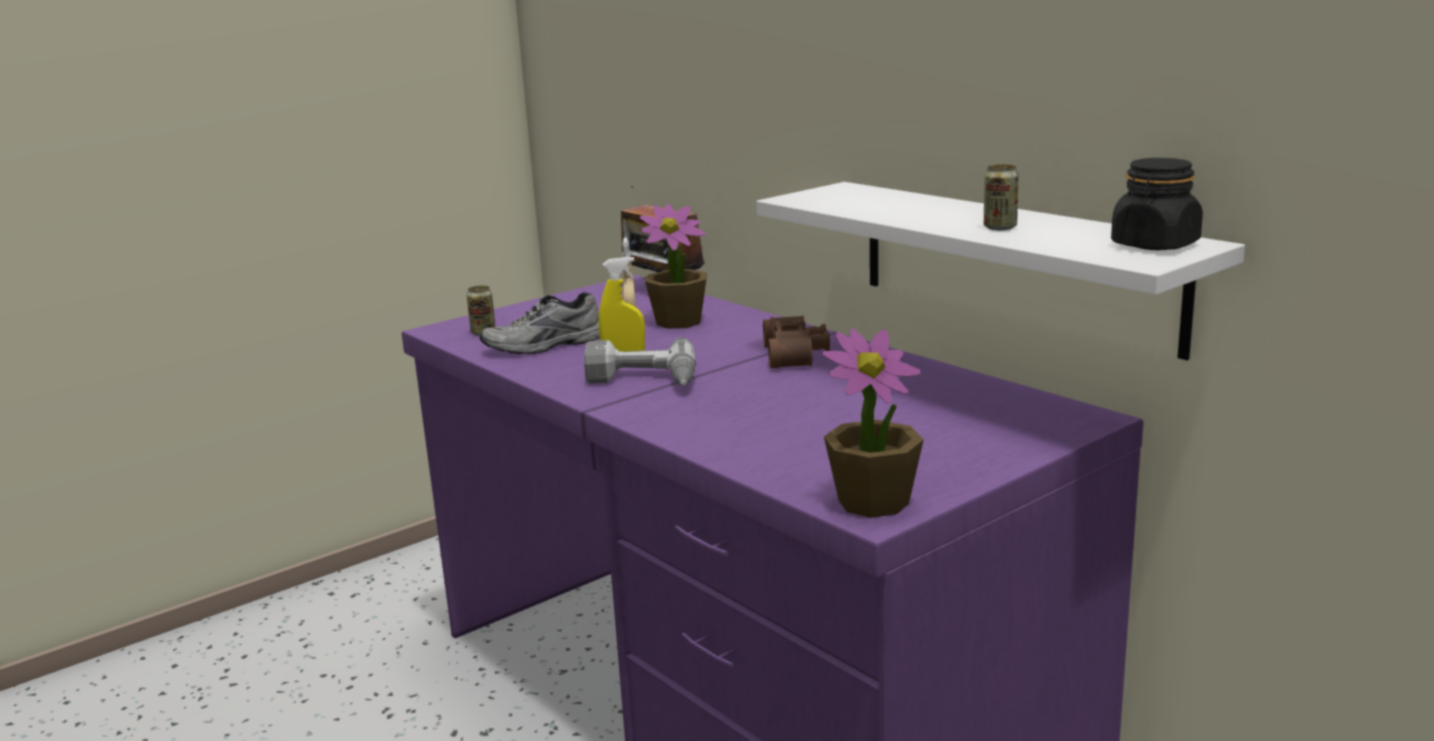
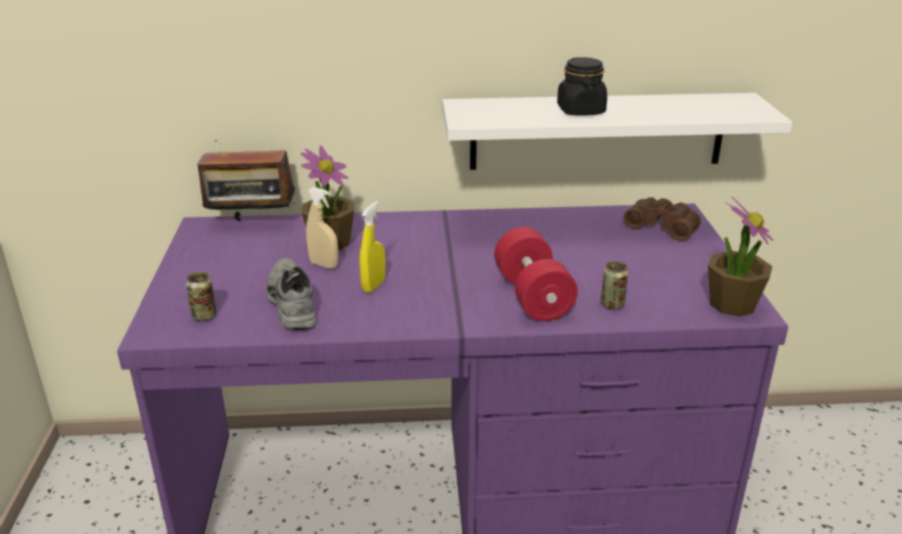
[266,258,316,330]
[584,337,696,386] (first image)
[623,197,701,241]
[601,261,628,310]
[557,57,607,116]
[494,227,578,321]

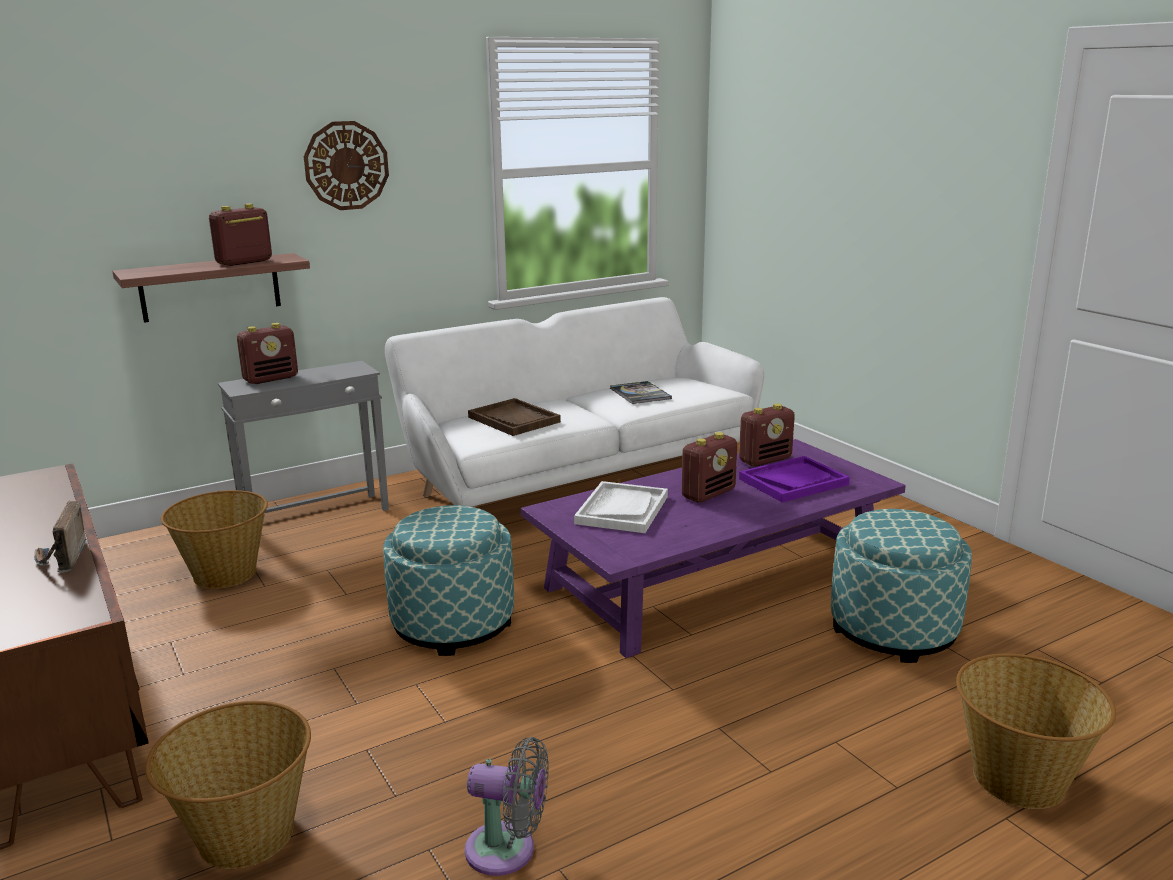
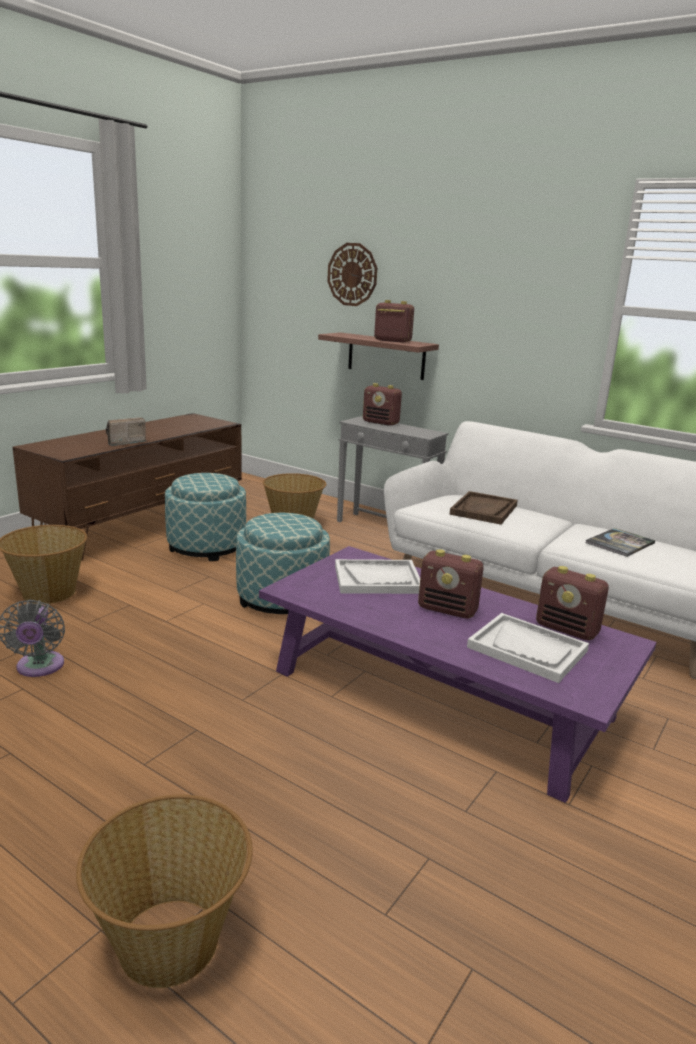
[327,243,377,306]
[467,613,589,683]
[165,473,246,561]

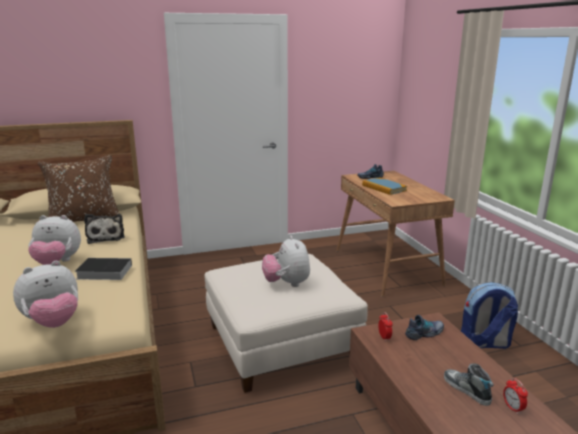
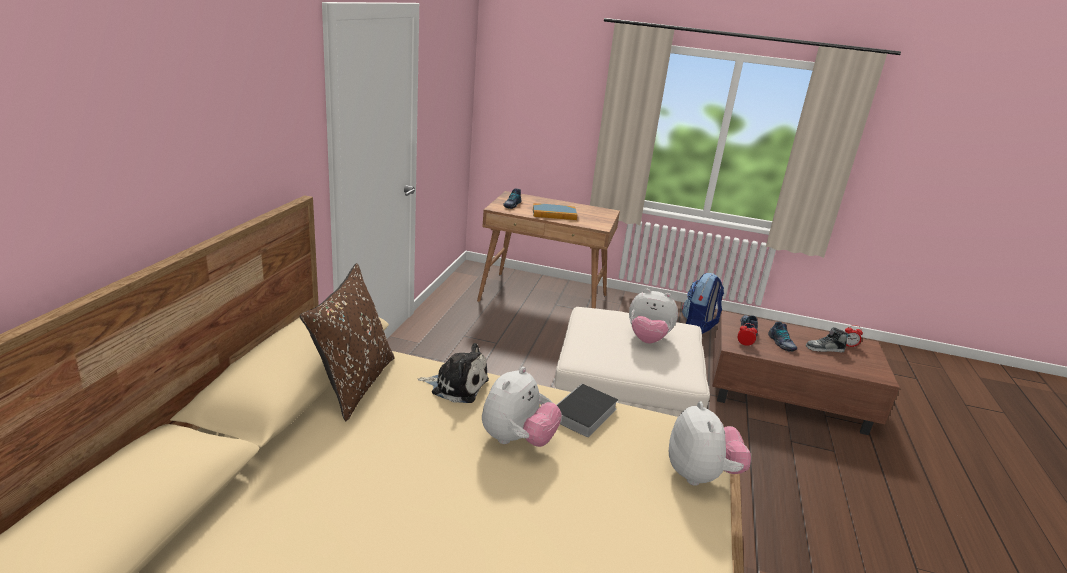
[768,322,797,352]

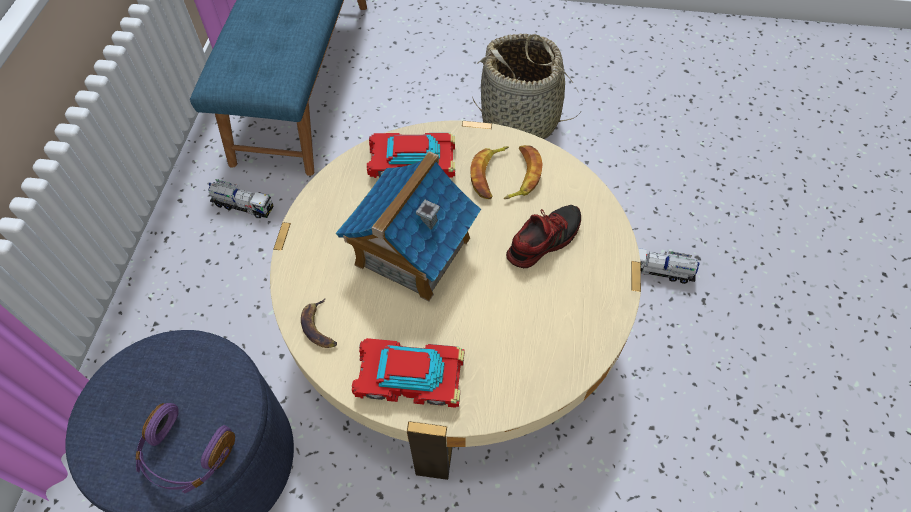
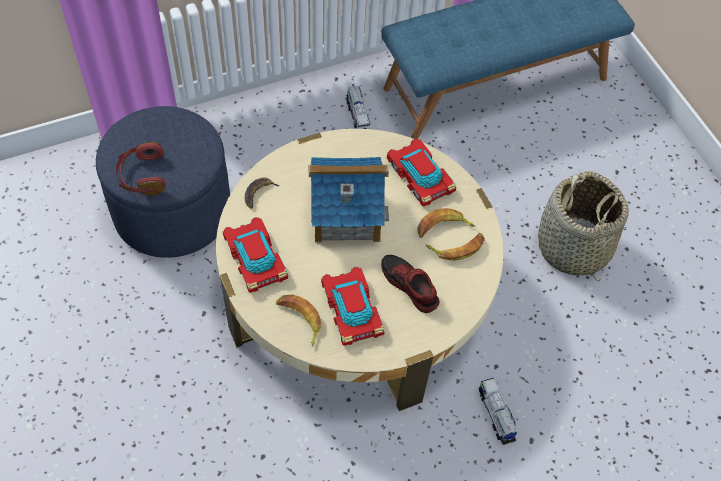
[116,142,166,195]
[381,255,439,313]
[276,295,321,347]
[321,267,384,346]

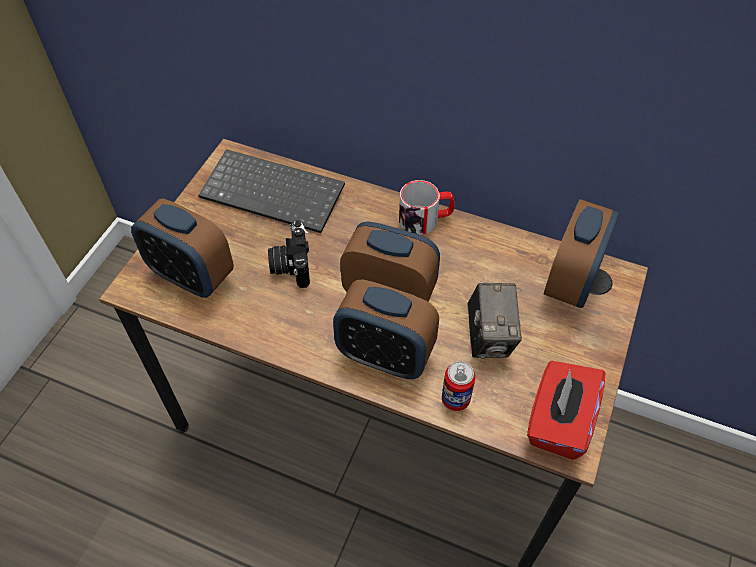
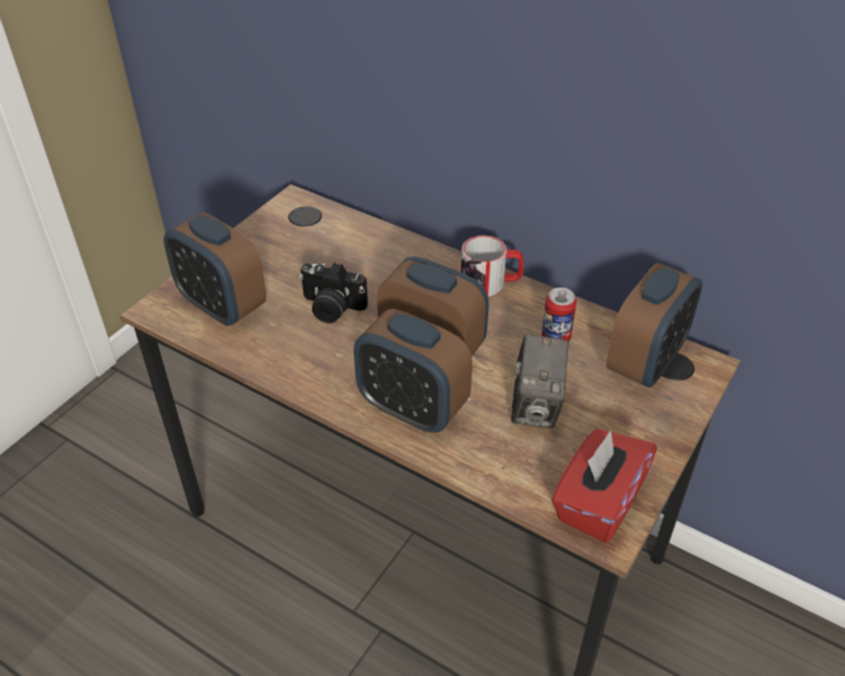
[198,149,345,233] (first image)
[299,263,368,323]
[541,287,577,342]

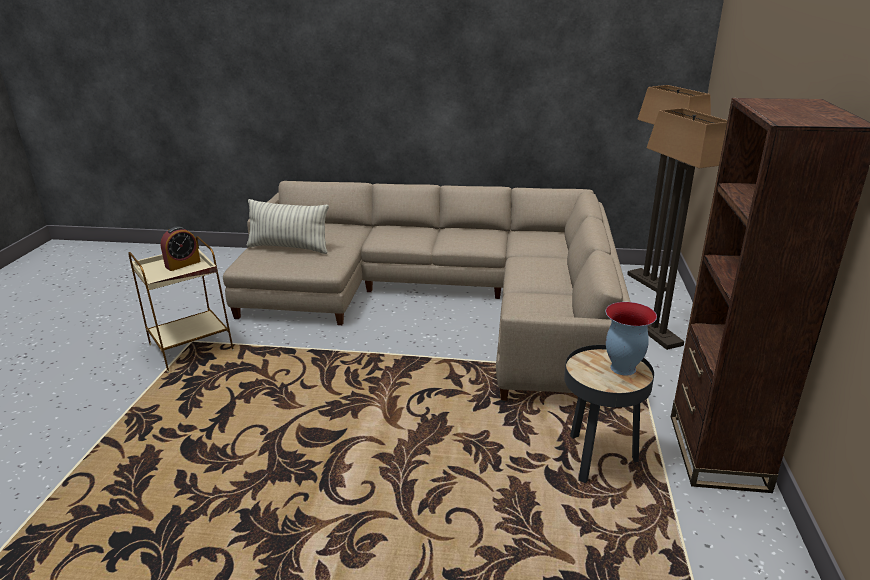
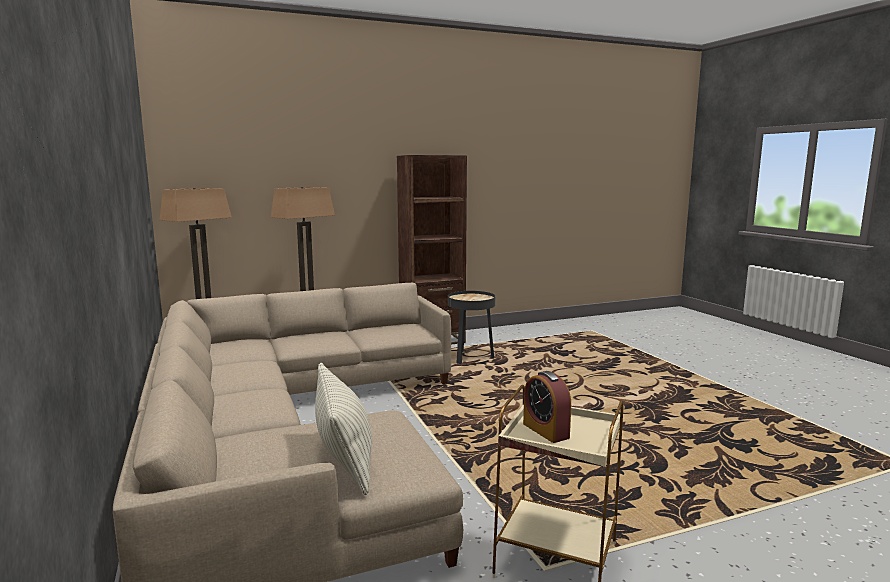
[523,371,571,443]
[606,302,657,376] (first image)

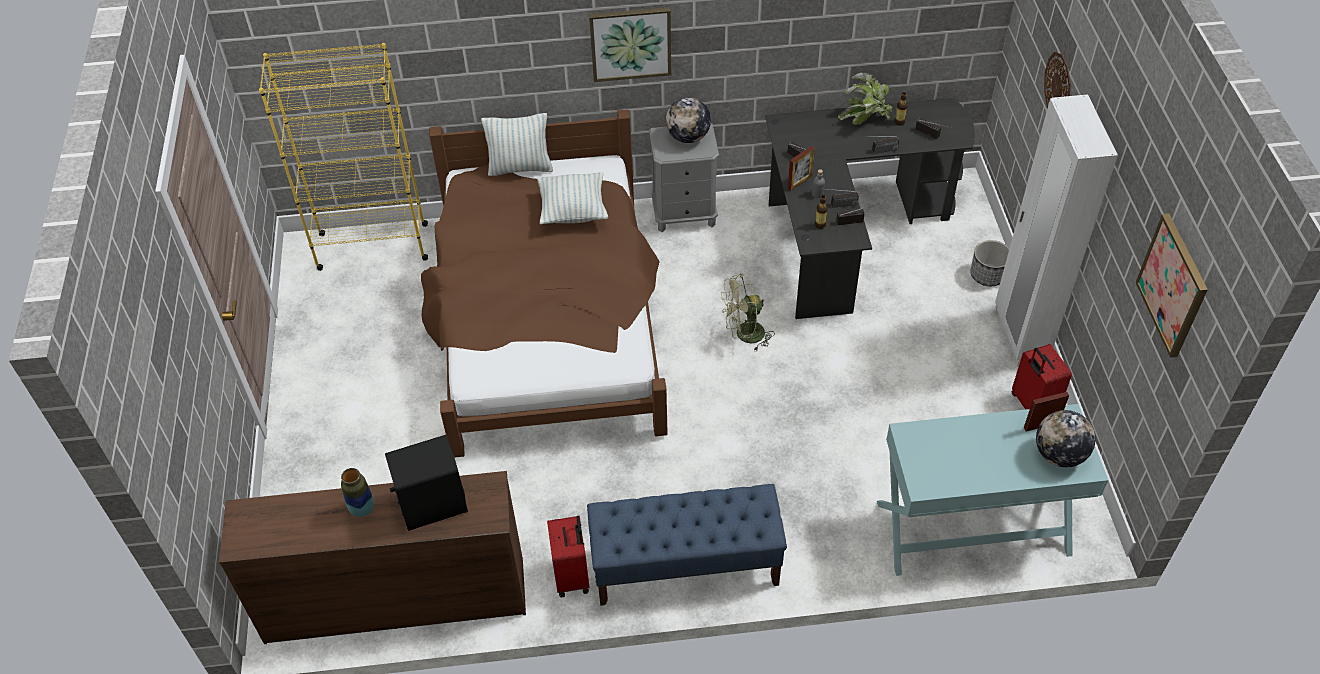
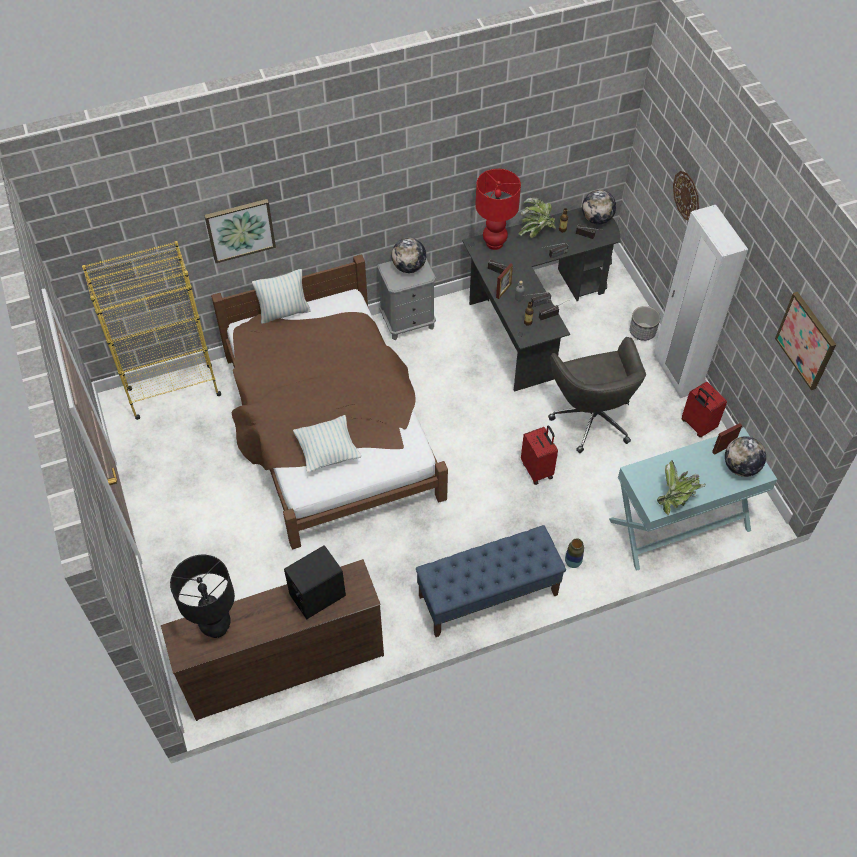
[565,538,584,568]
[293,415,361,473]
[521,426,558,485]
[204,199,276,263]
[721,274,775,351] (first image)
[170,555,235,638]
[475,169,521,250]
[548,337,646,453]
[582,190,616,225]
[657,461,706,515]

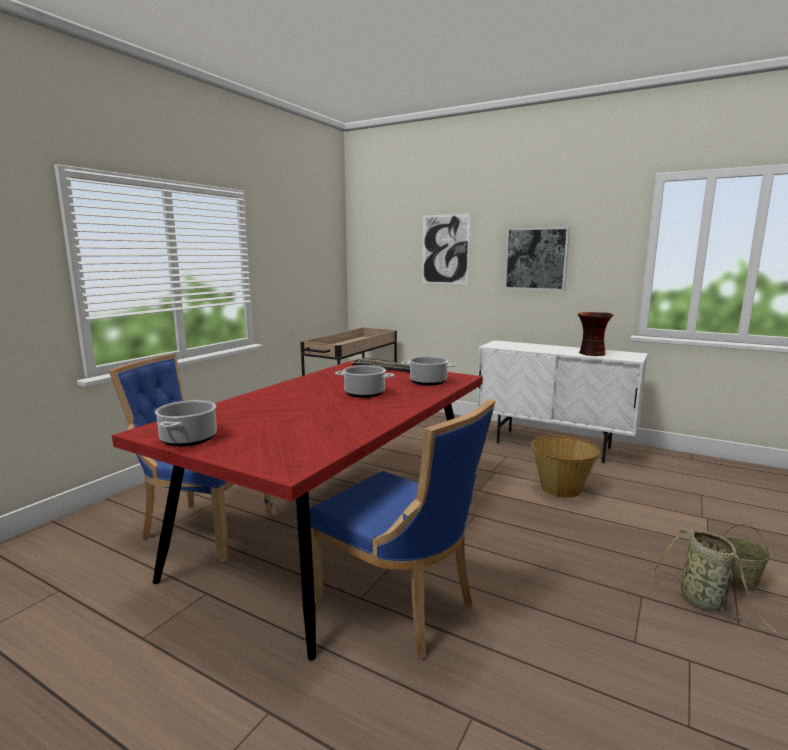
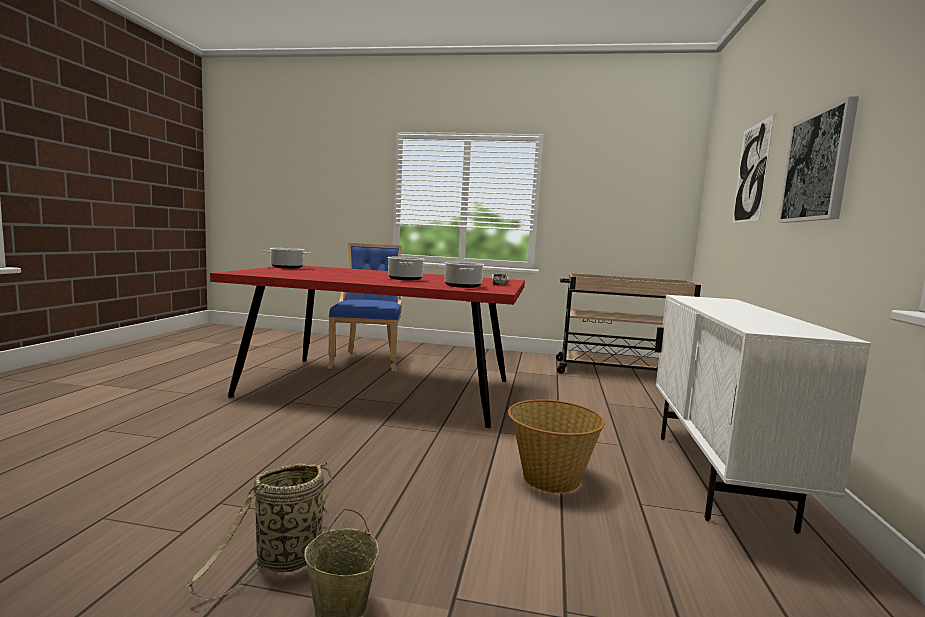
[310,399,495,659] (first image)
[578,312,613,356] (first image)

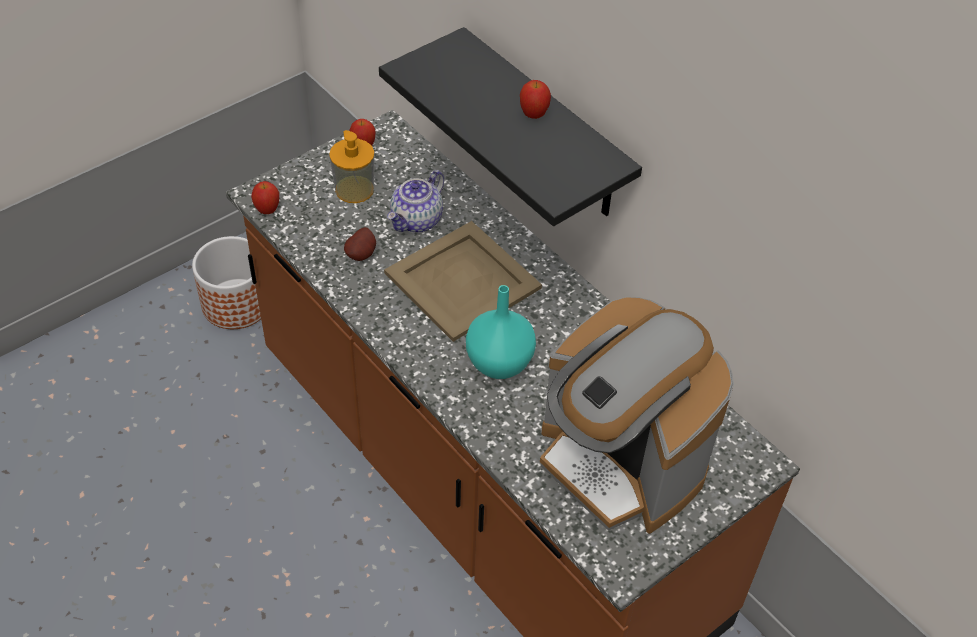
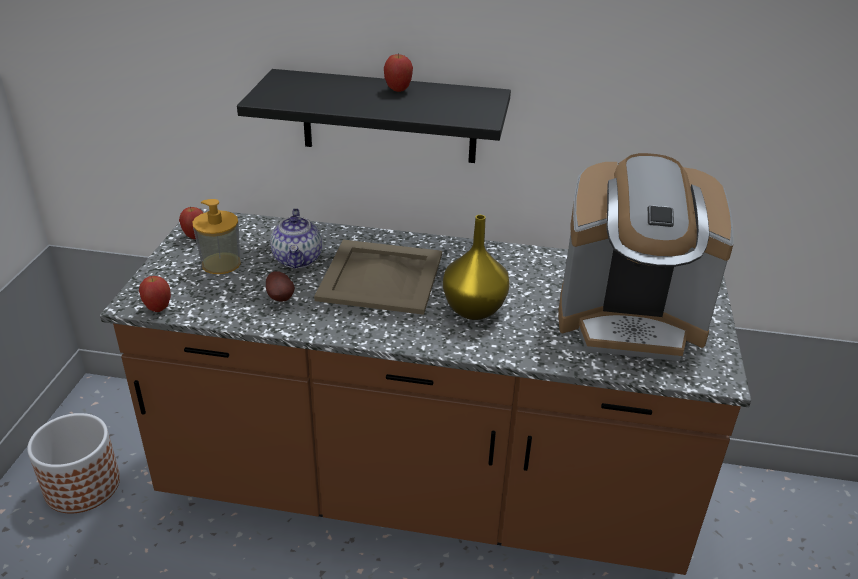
[443,215,509,320]

